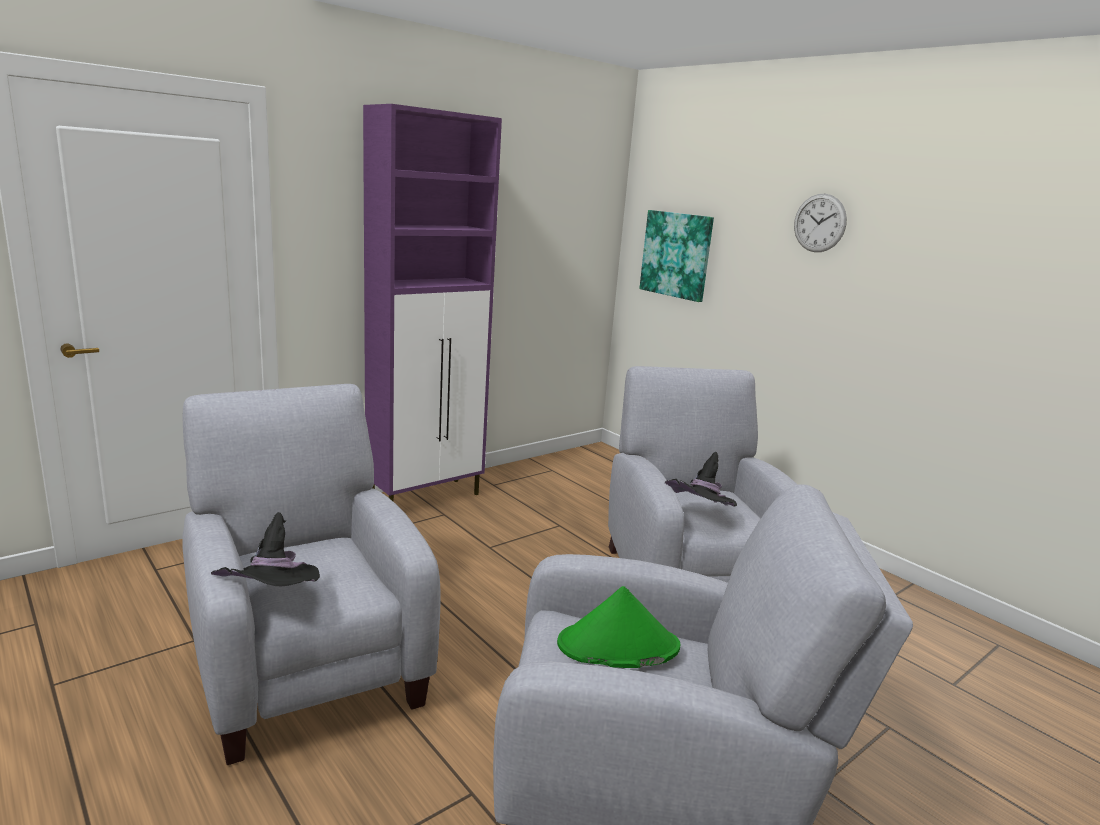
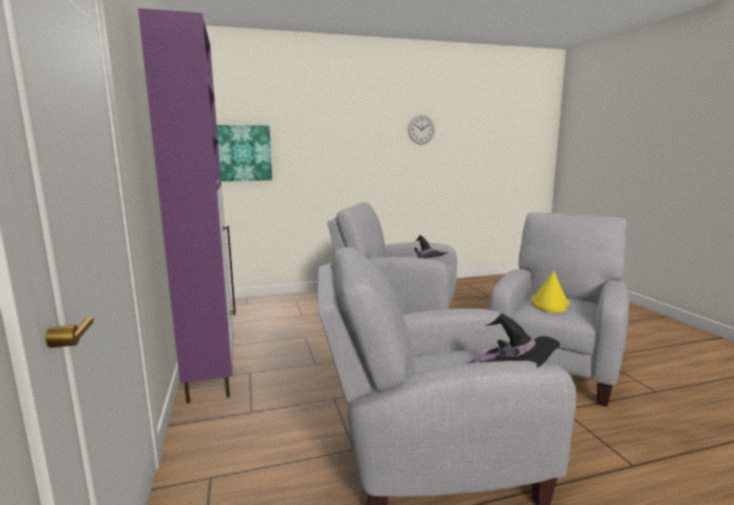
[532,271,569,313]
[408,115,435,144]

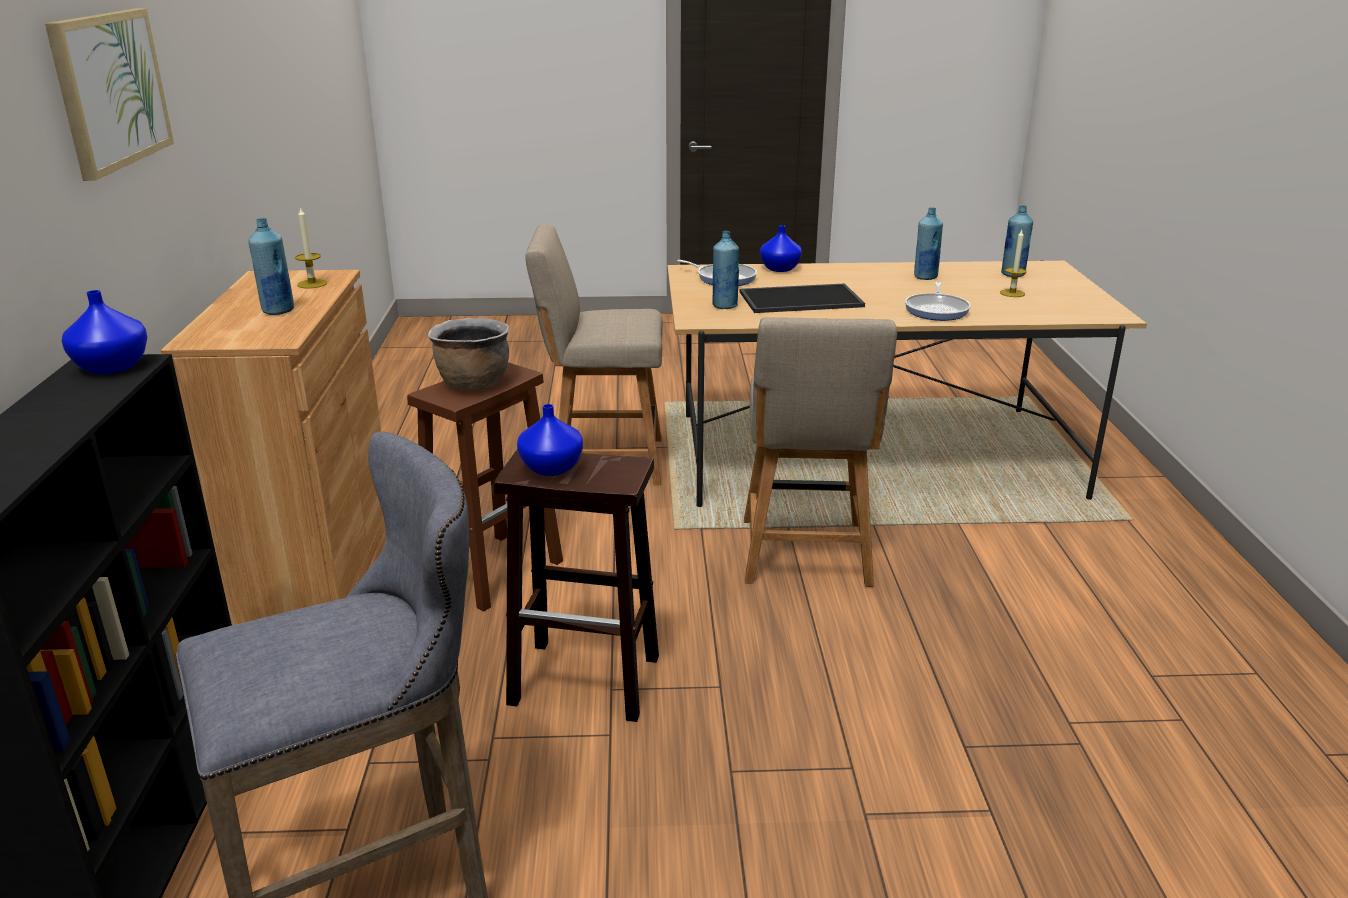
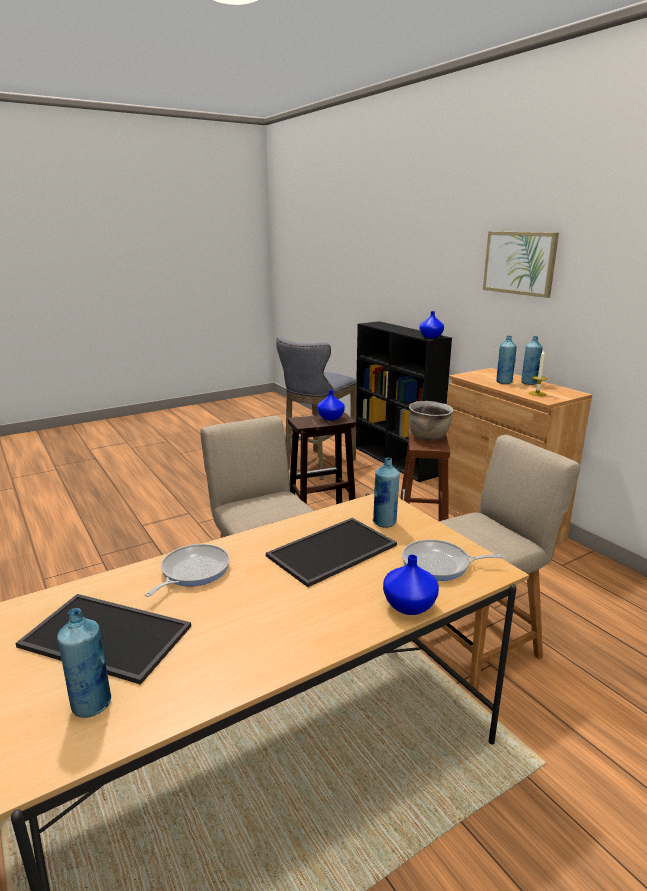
[145,544,230,597]
[521,336,543,385]
[16,594,191,685]

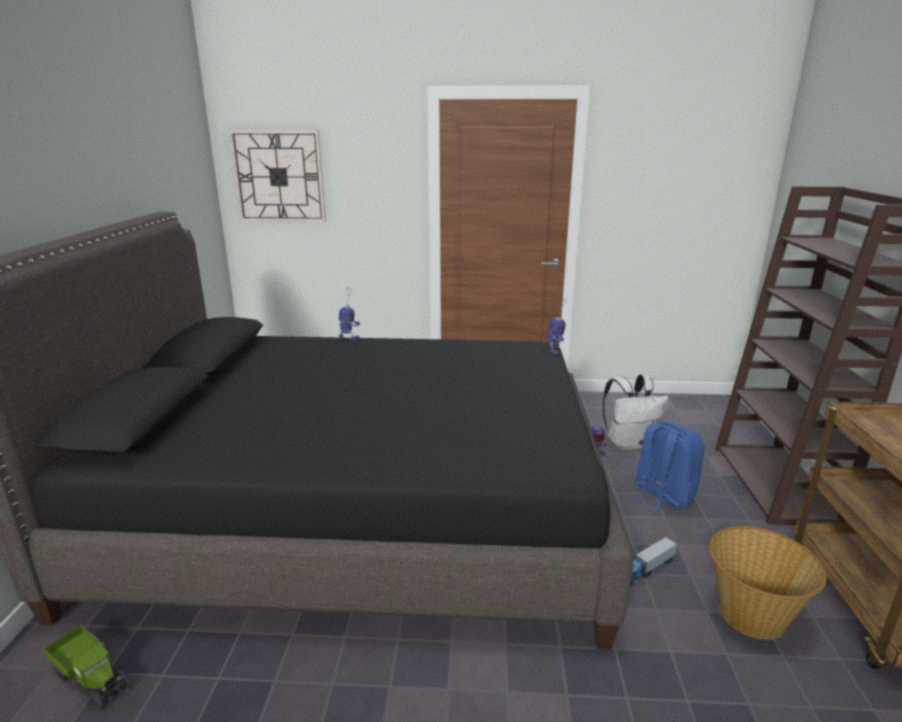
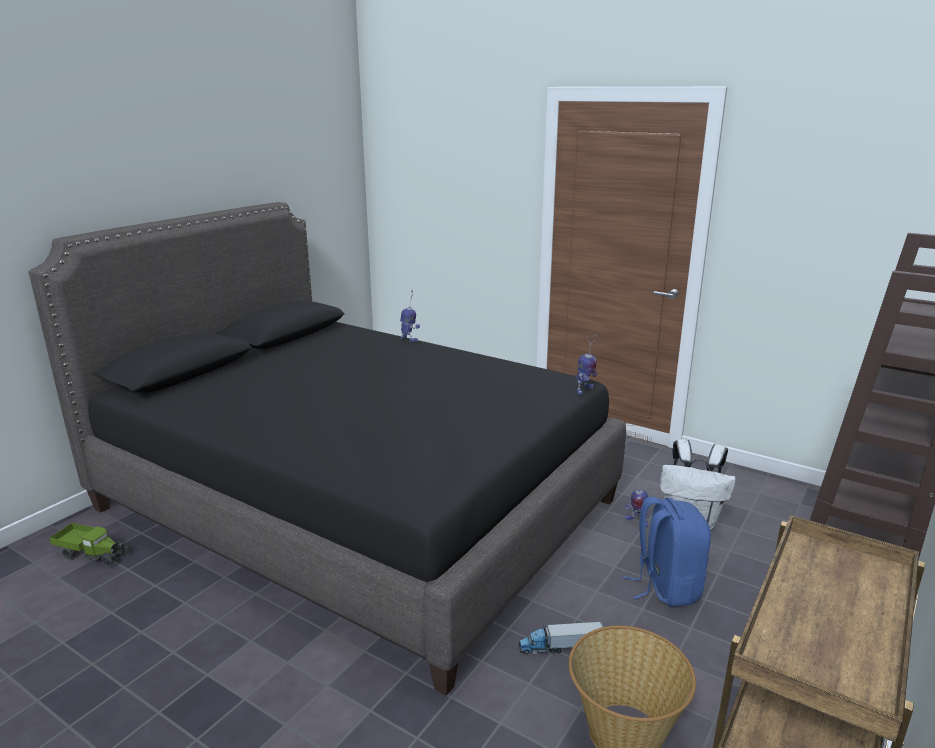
[49,523,129,567]
[229,130,326,222] (first image)

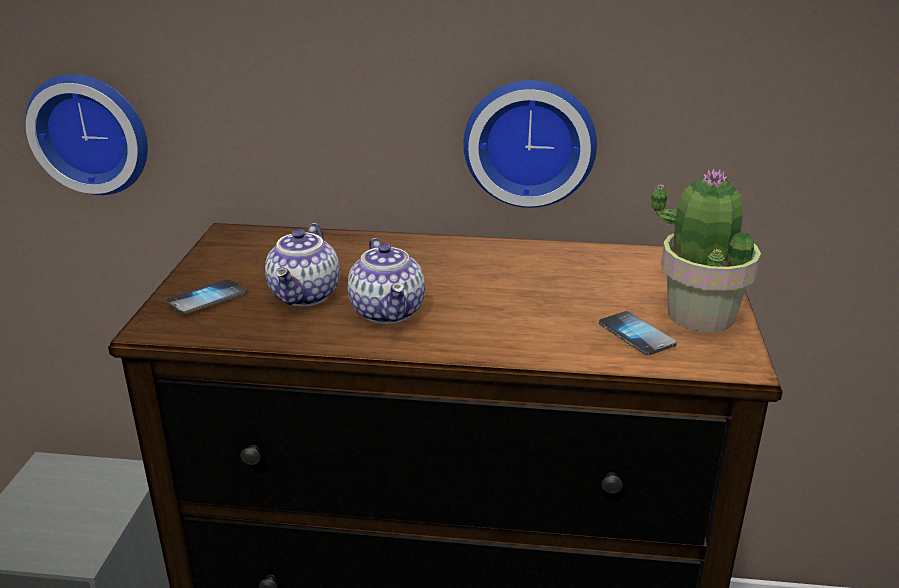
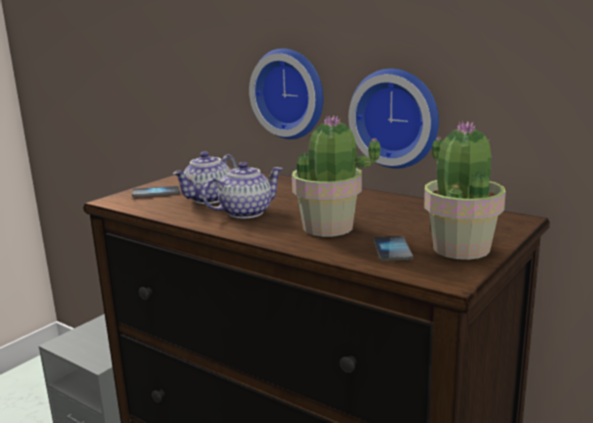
[249,48,323,139]
[203,162,283,219]
[292,115,381,237]

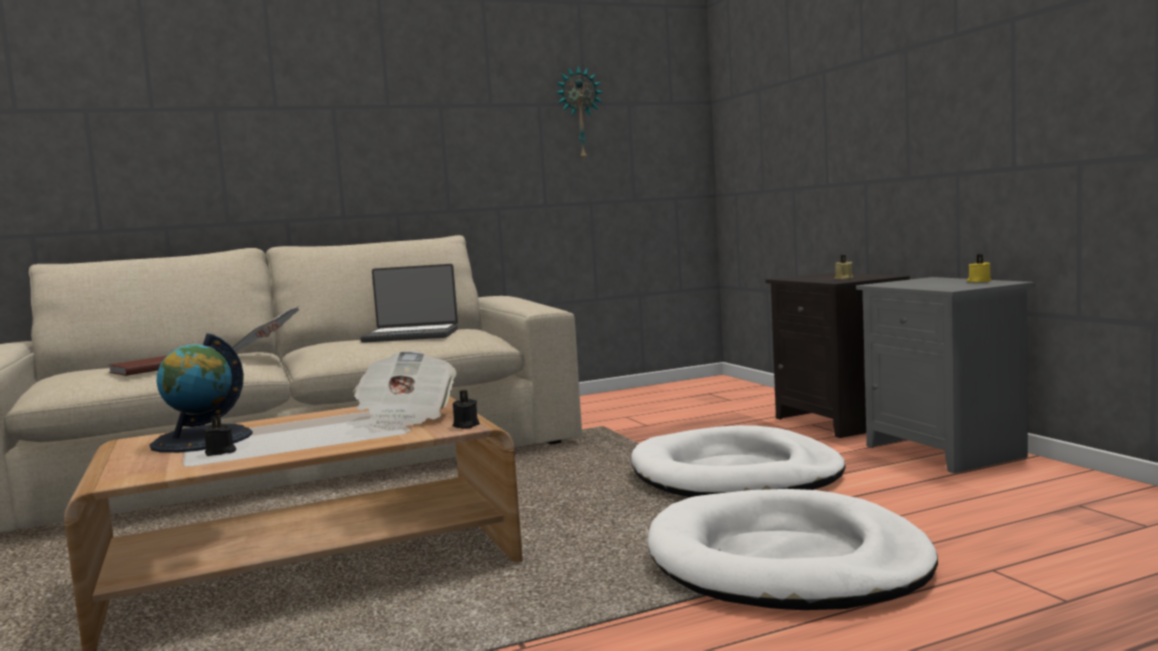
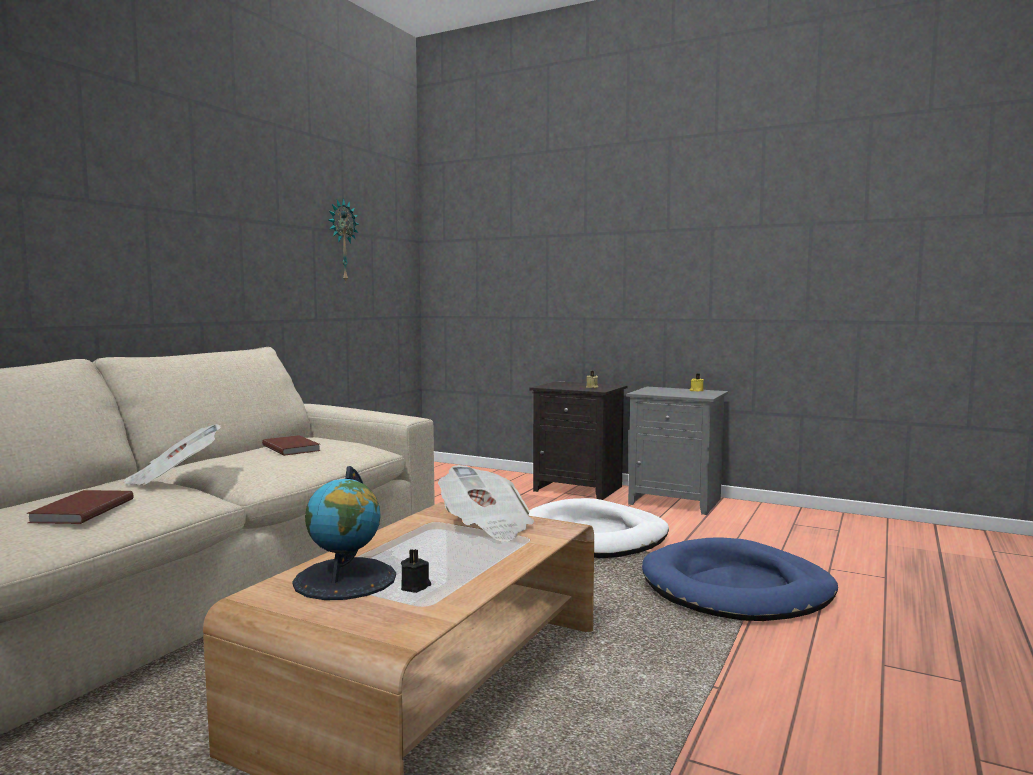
[262,435,320,456]
[453,390,480,429] (first image)
[642,538,838,621]

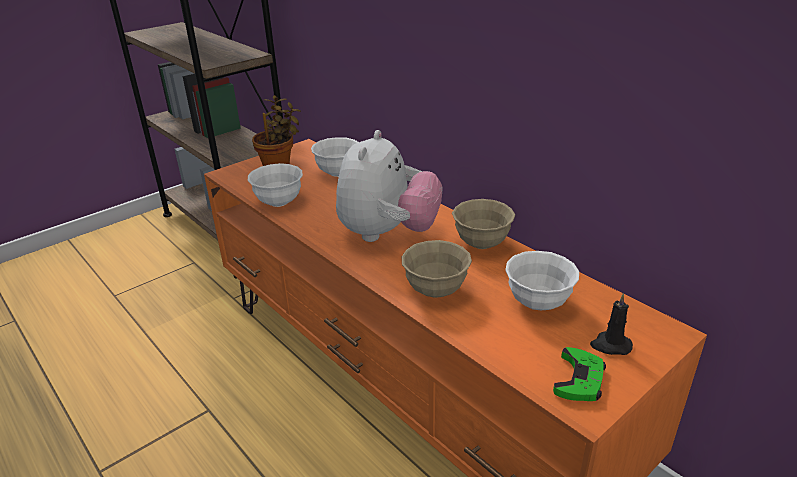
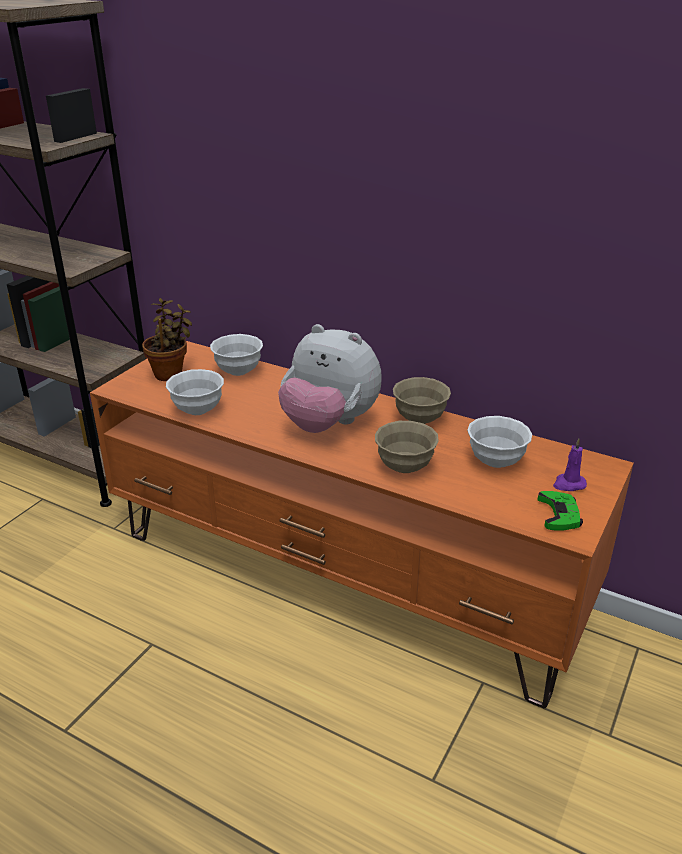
[278,324,382,433]
[553,438,587,491]

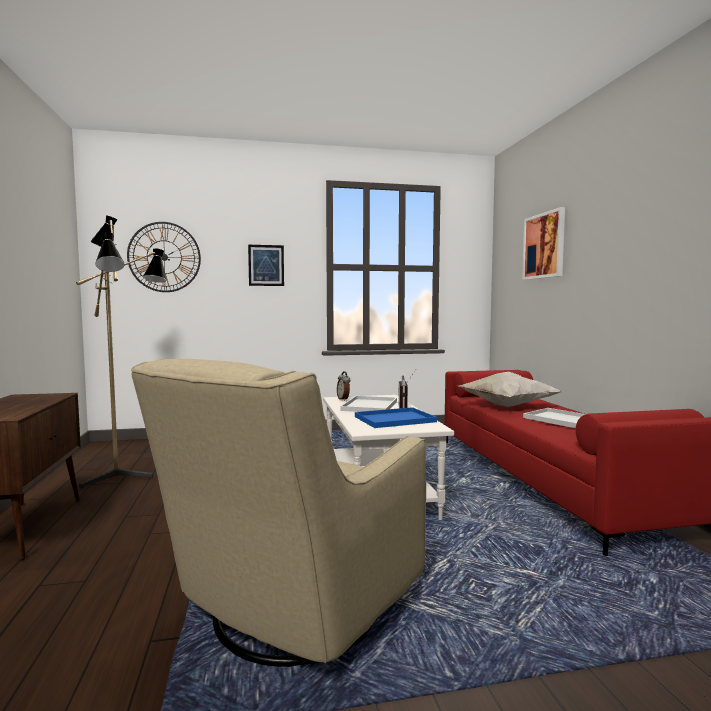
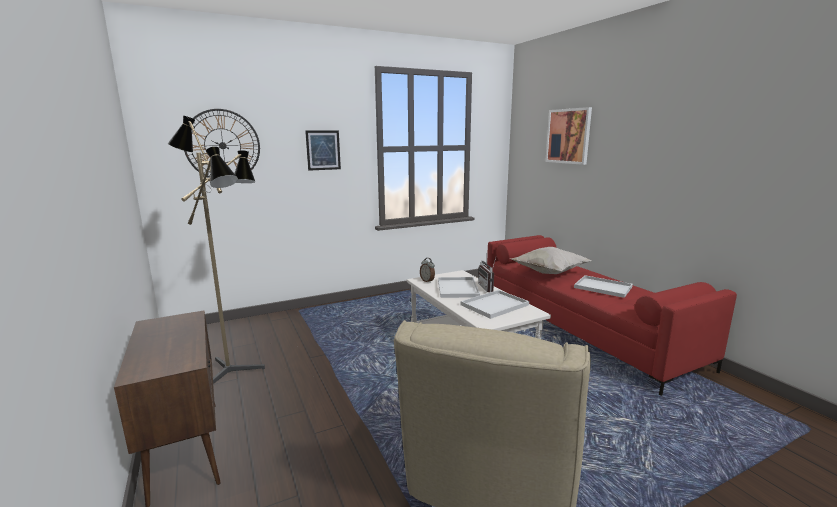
[461,290,529,319]

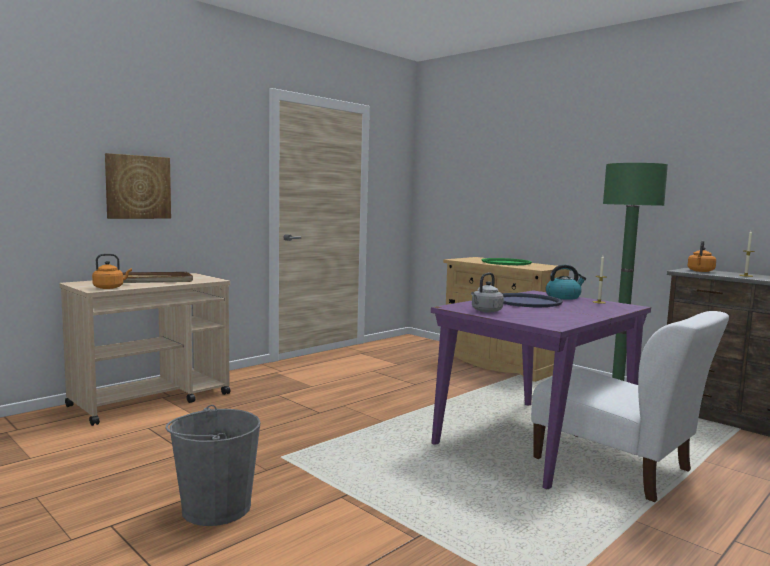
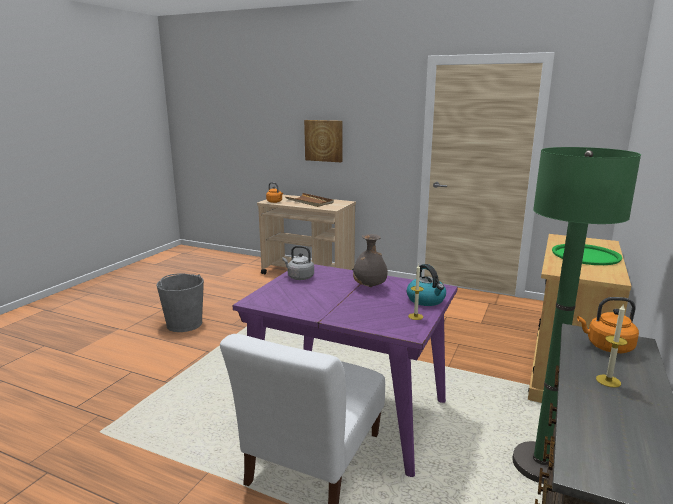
[353,234,388,287]

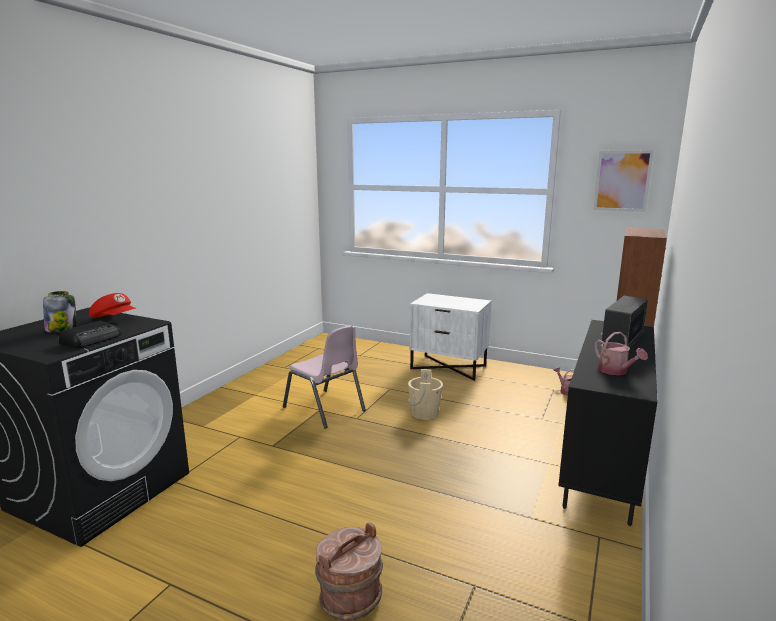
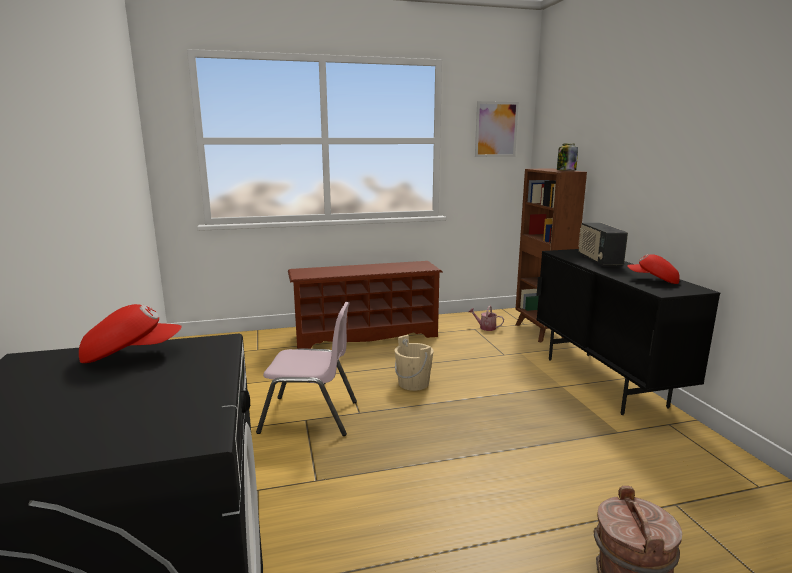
[557,143,578,171]
[59,321,121,348] (first image)
[288,261,443,349]
[627,254,680,284]

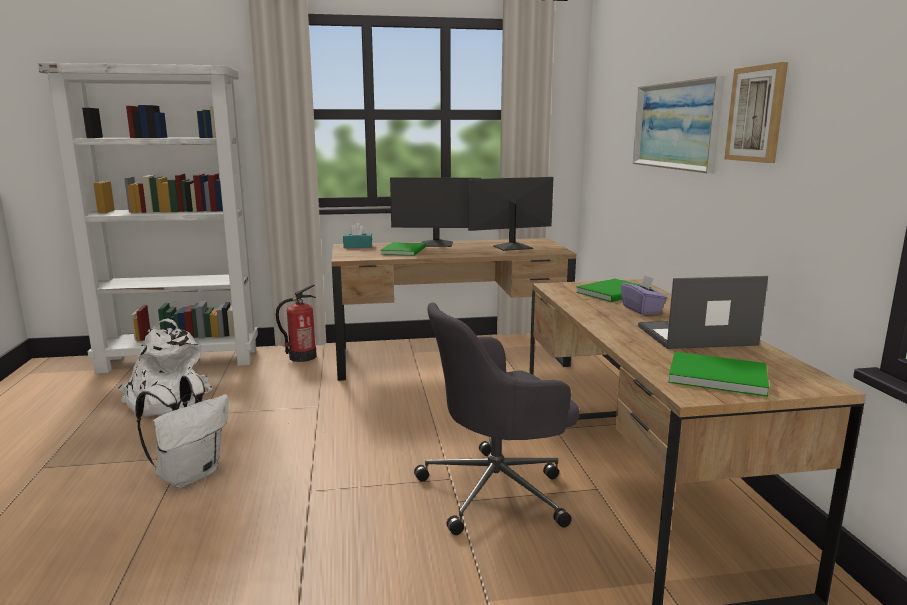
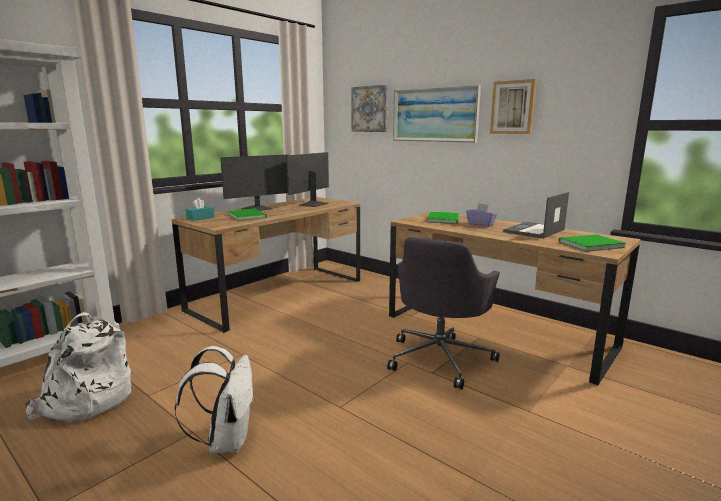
[276,285,317,362] (first image)
[351,85,388,132]

